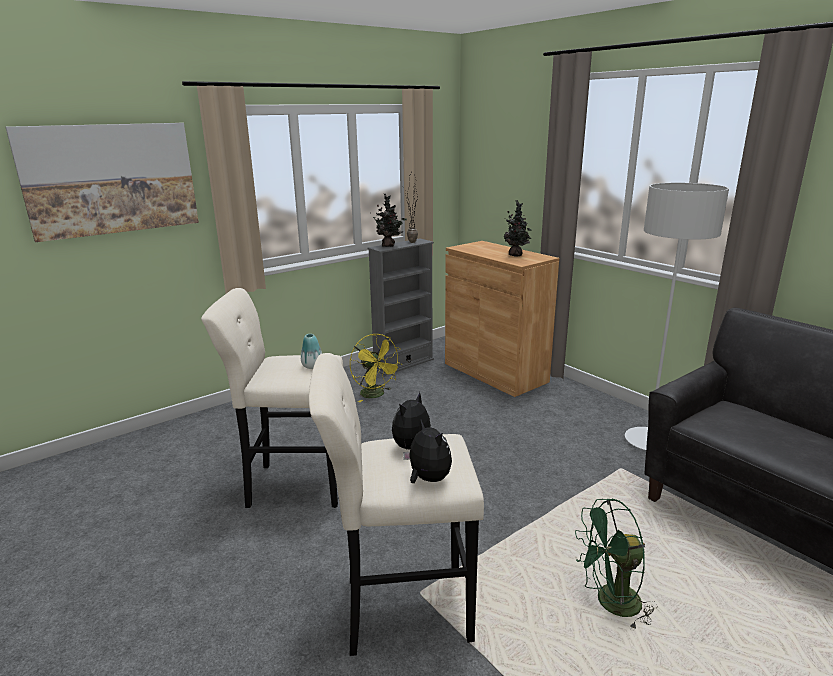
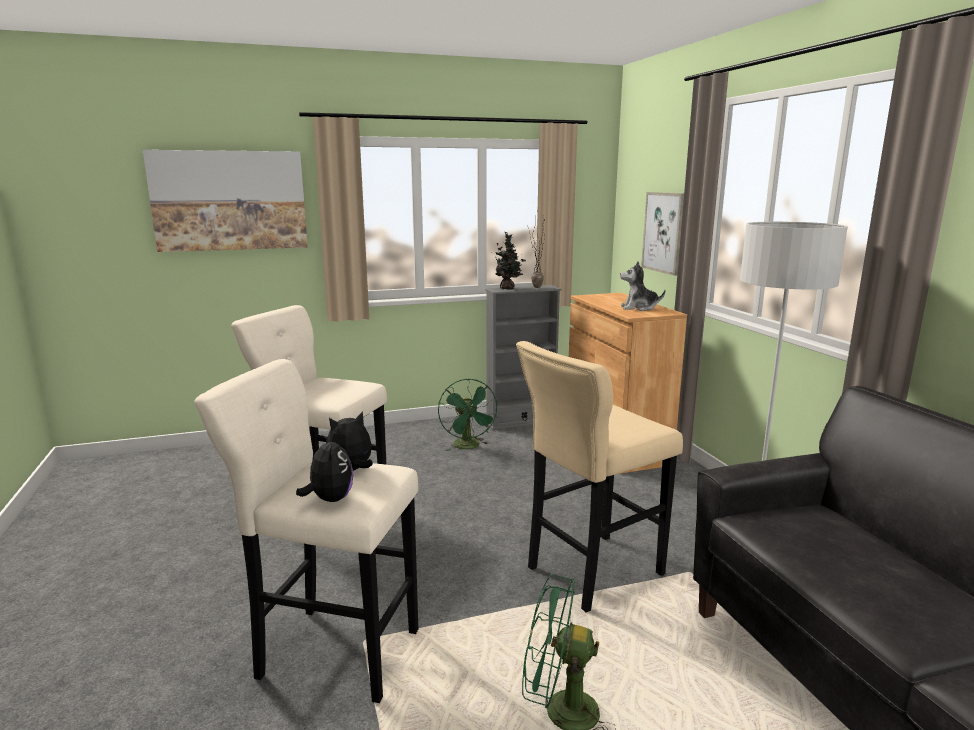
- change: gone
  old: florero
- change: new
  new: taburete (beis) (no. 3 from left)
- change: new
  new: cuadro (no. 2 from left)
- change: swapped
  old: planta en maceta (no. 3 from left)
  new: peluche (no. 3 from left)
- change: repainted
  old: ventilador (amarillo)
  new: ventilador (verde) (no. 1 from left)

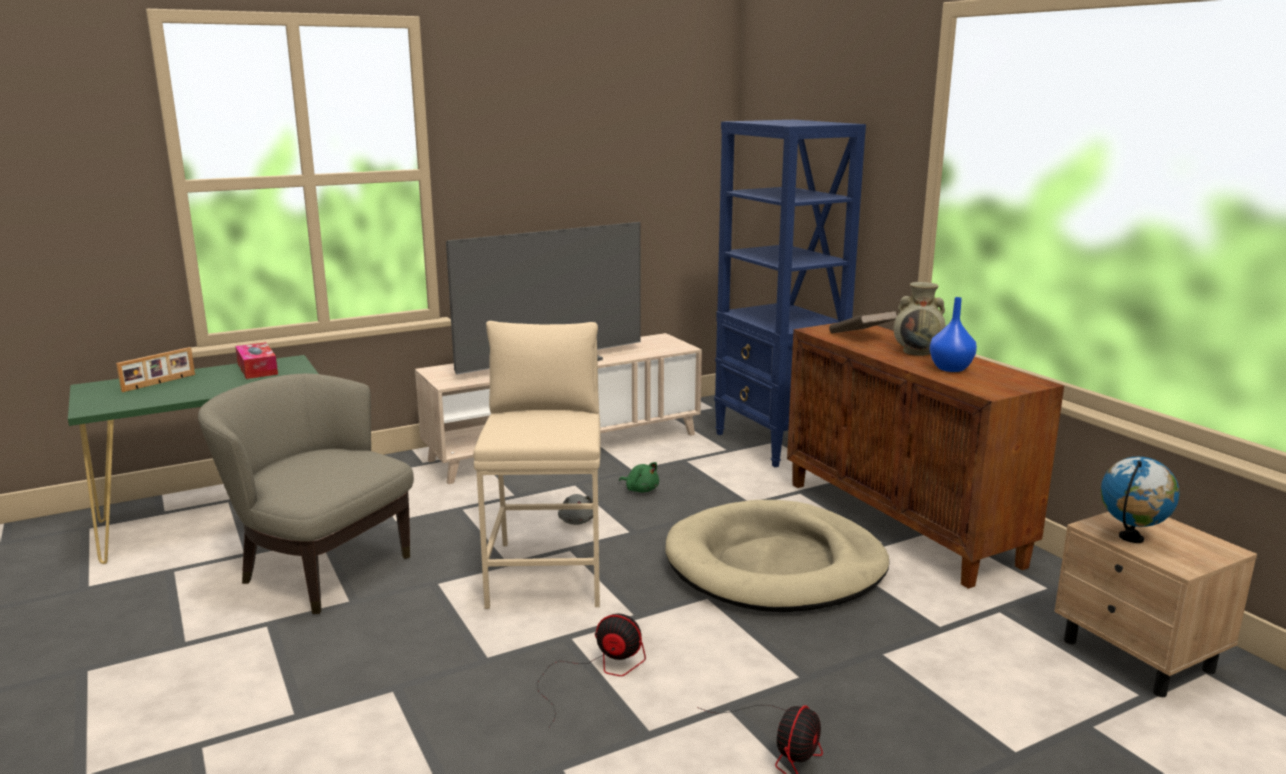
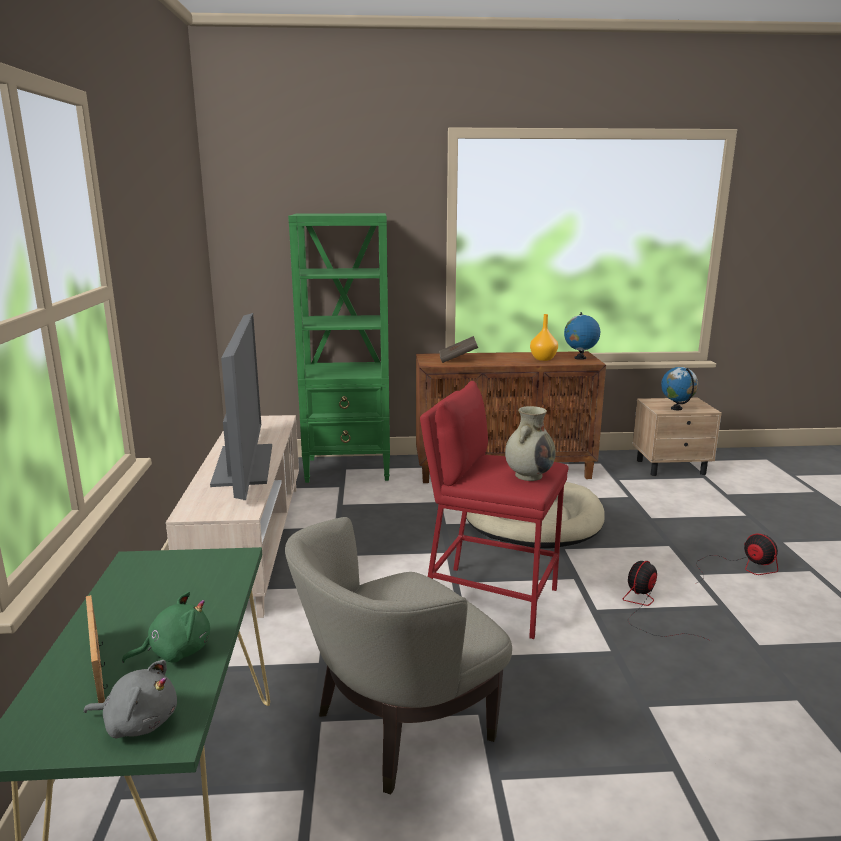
- change: gone
  old: caja de pañuelos
- change: new
  new: globo terráqueo (no. 1 from left)
- change: shifted
  old: peluche (gris)
- change: shifted
  old: peluche (verde)
- change: shifted
  old: florero (beis)
- change: repainted
  old: taburete (beis)
  new: taburete (rojo)
- change: repainted
  old: estantería (azul)
  new: estantería (verde)
- change: repainted
  old: florero (azul)
  new: florero (naranja)

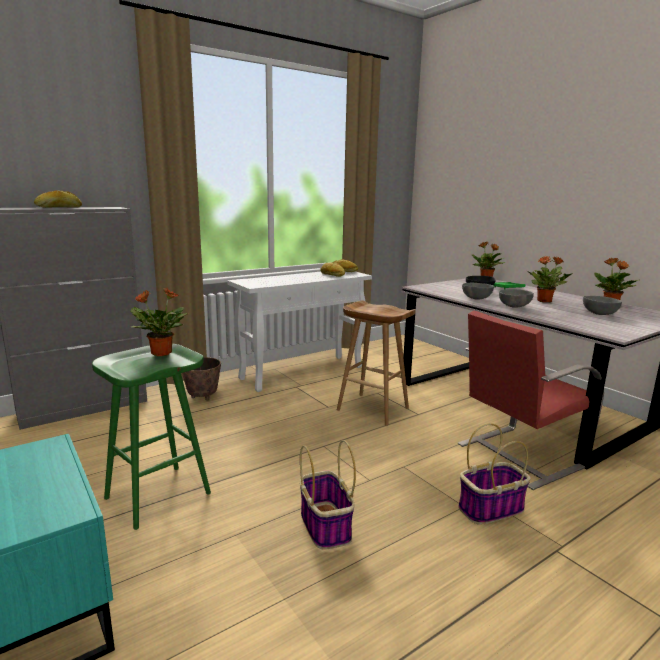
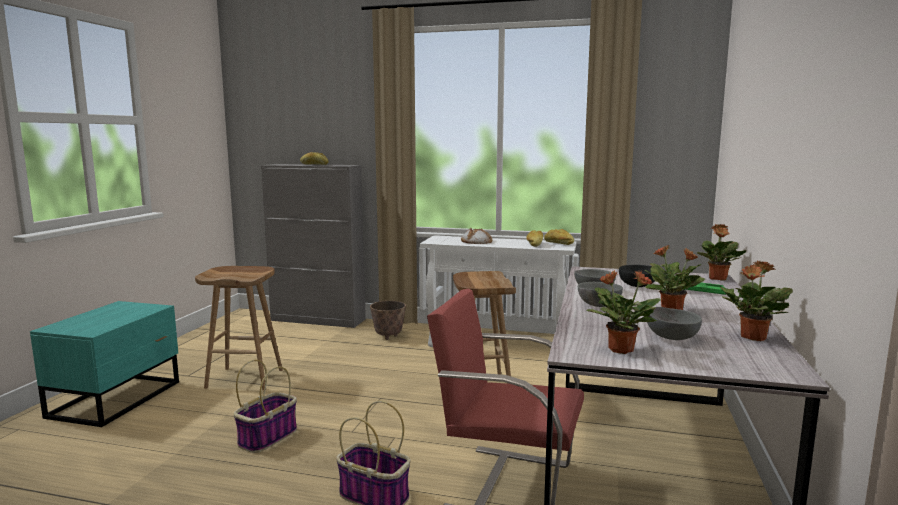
- change: new
  new: pan (no. 2 from left)
- change: shifted
  old: planta en maceta (no. 1 from left)
- change: repainted
  old: taburete (verde)
  new: taburete (marrón) (no. 1 from left)

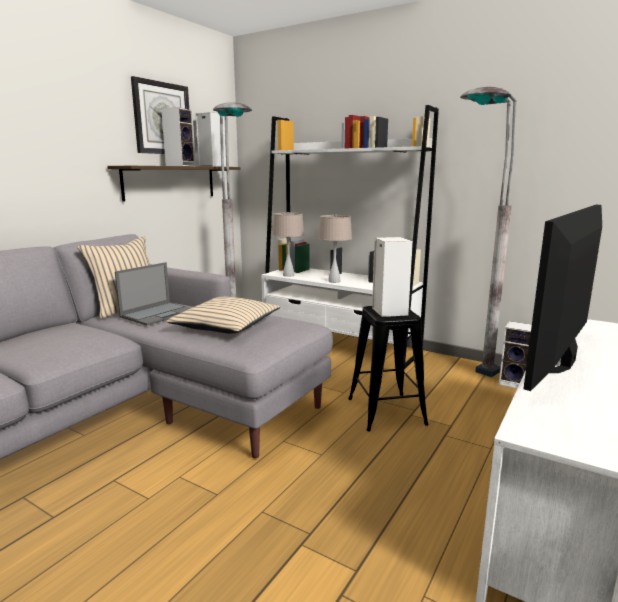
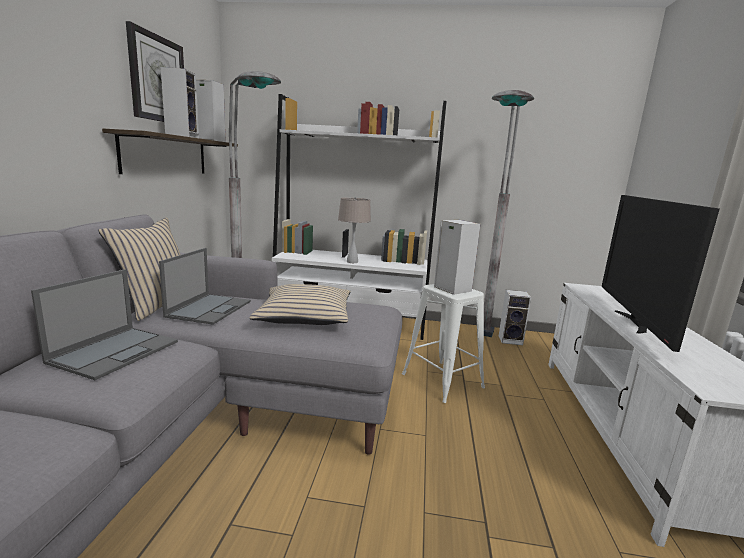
- change: gone
  old: lámpara de mesa (beis) (no. 1 from left)
- change: new
  new: portátil (no. 1 from left)
- change: repainted
  old: taburete (negro)
  new: taburete (blanco)

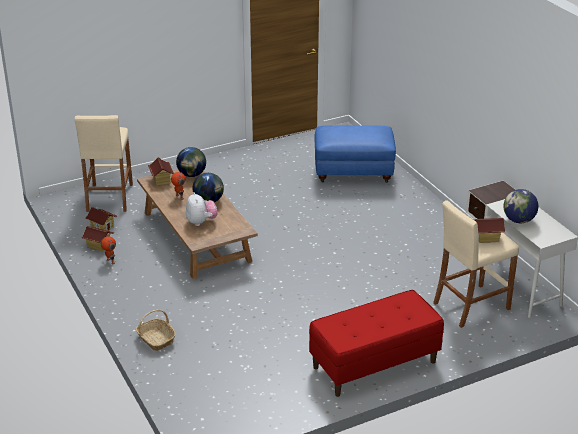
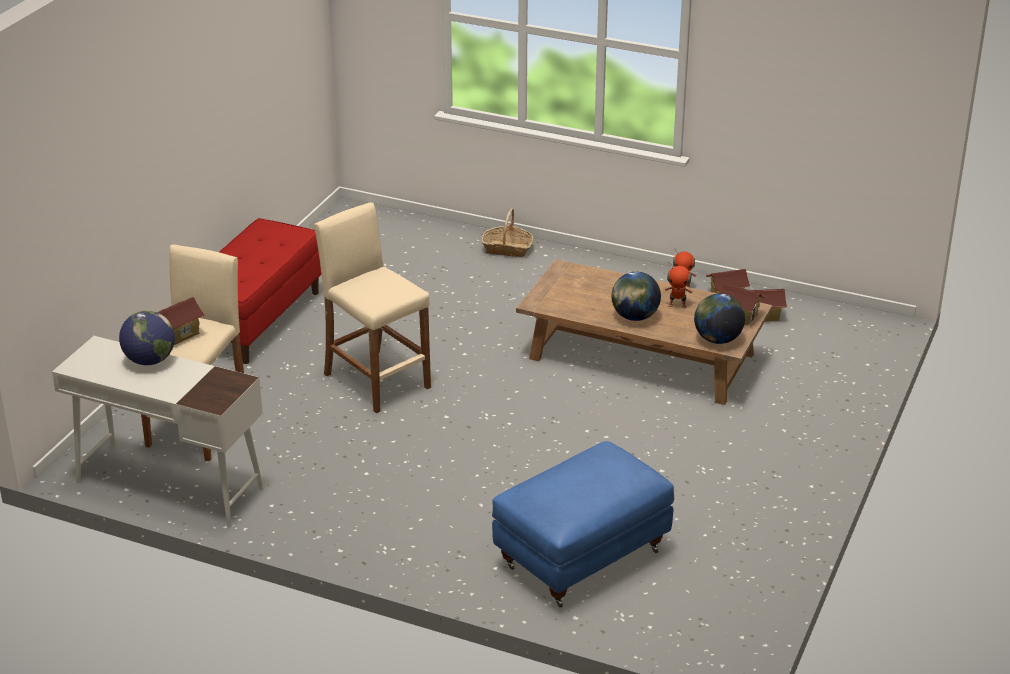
- change: gone
  old: peluche
- change: shifted
  old: taburete (beis) (no. 1 from left in the first image)
  new: taburete (beis) (no. 2 from left)

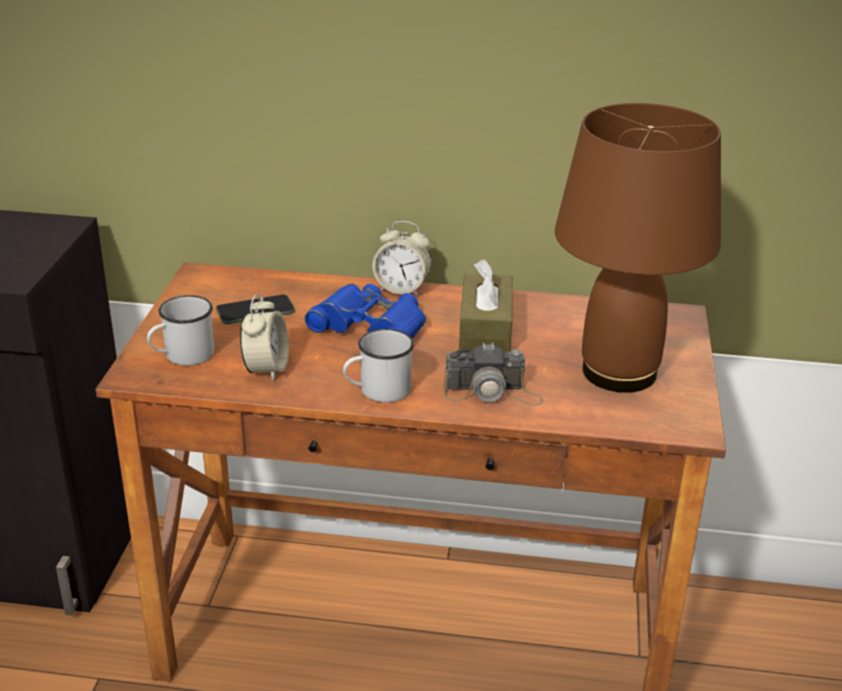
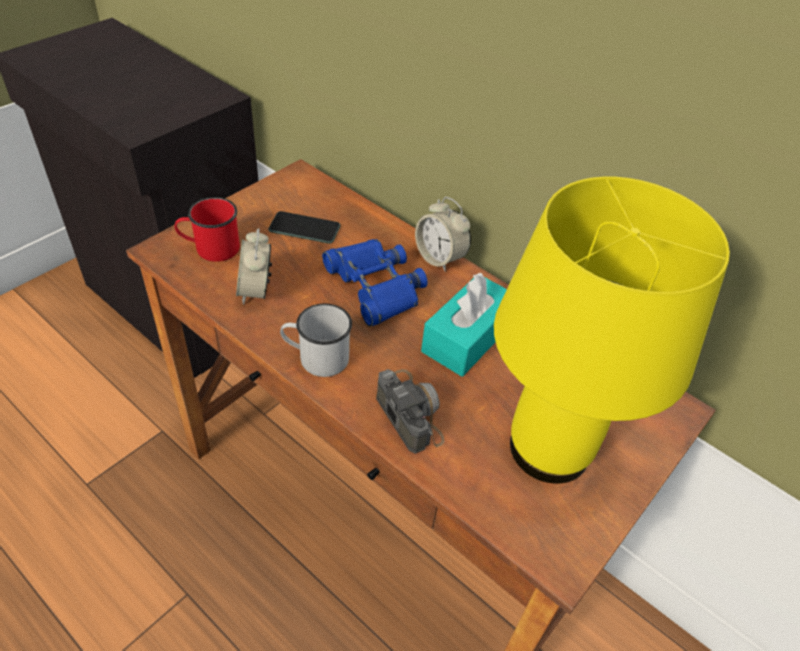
- change: repainted
  old: taza grande (blanco) (no. 1 from left)
  new: taza grande (rojo)
- change: repainted
  old: caja de pañuelos (marrón)
  new: caja de pañuelos (turquesa)
- change: repainted
  old: lámpara de mesa (marrón)
  new: lámpara de mesa (amarillo)
- change: rotated
  old: despertador (no. 1 from left)
  degrees: 135
- change: rotated
  old: cámara
  degrees: -150

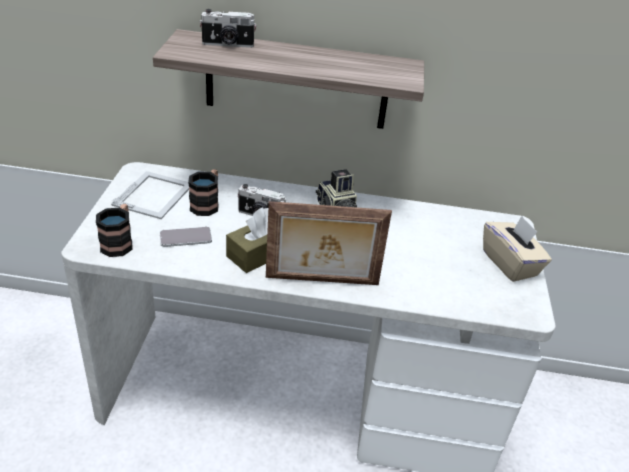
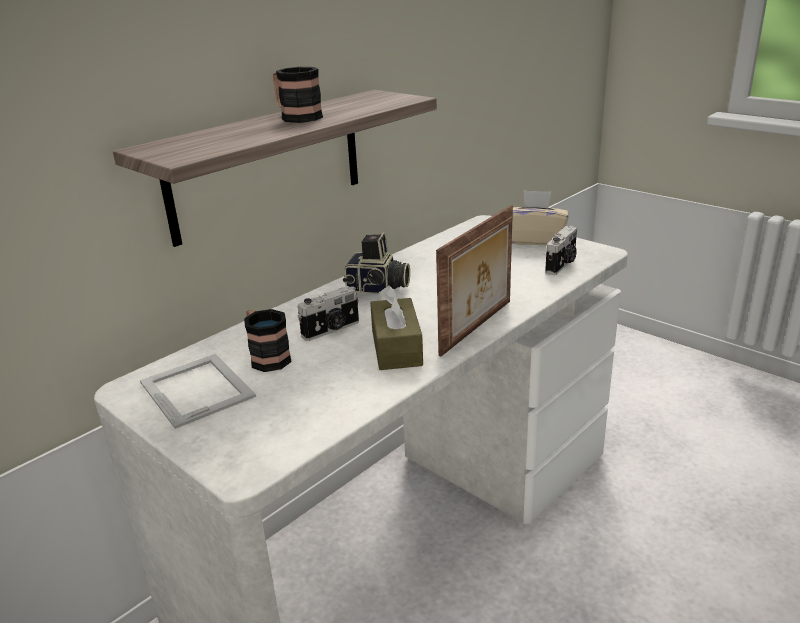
- change: gone
  old: móvil
- change: shifted
  old: taza grande (no. 1 from left in the first image)
  new: taza grande (no. 2 from left)
- change: shifted
  old: cámara (no. 1 from left in the first image)
  new: cámara (no. 3 from left)

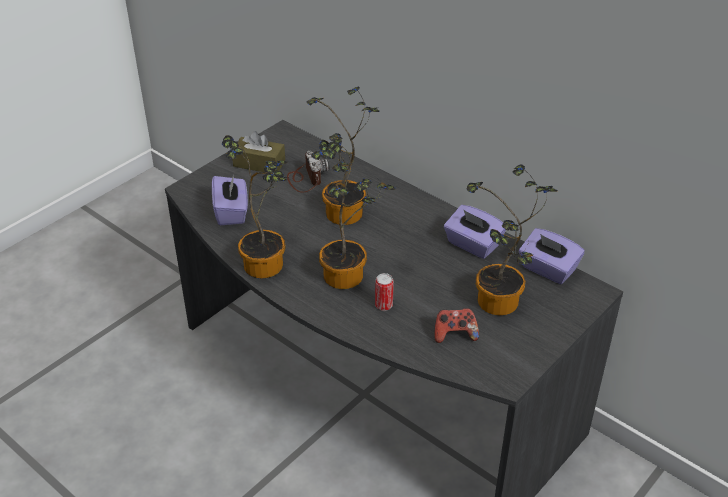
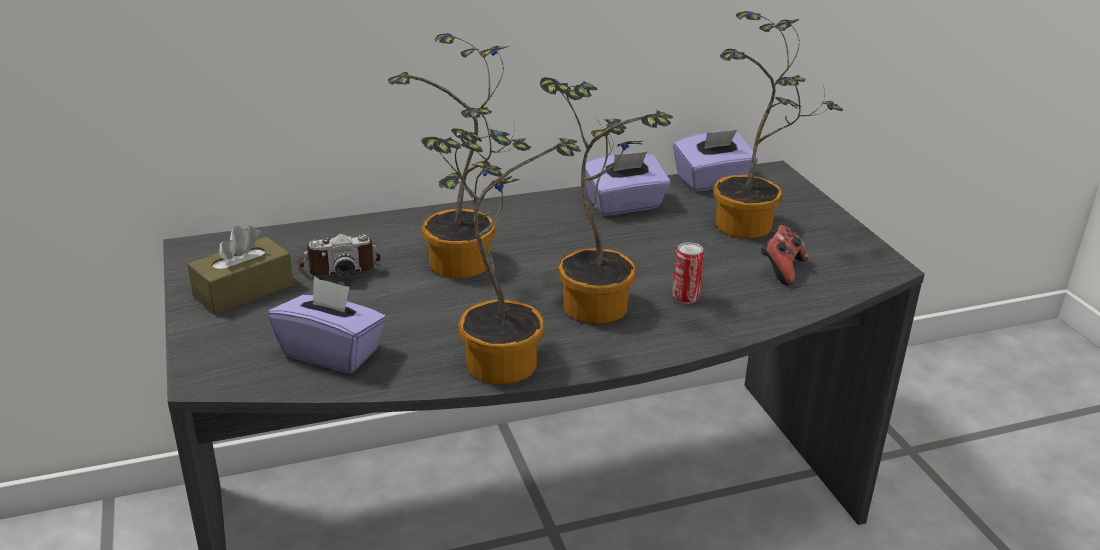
- change: rotated
  old: cámara
  degrees: 150

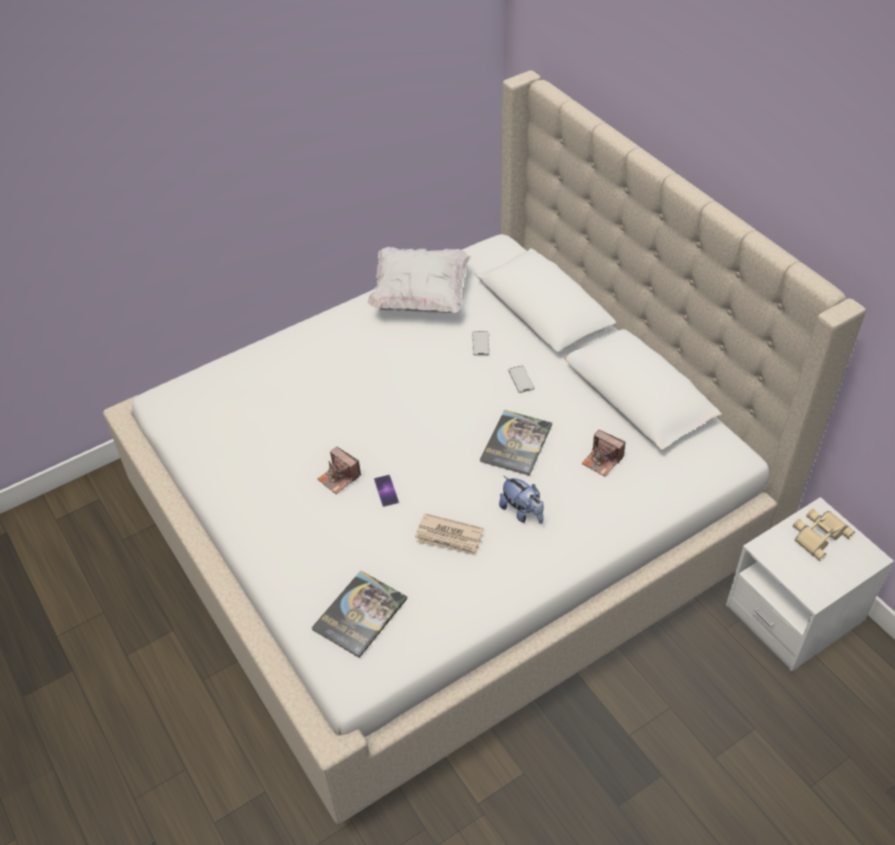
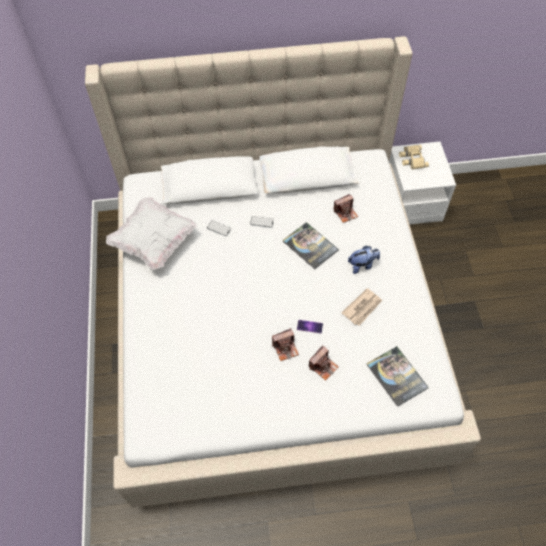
- change: new
  new: cámara (no. 2 from left)

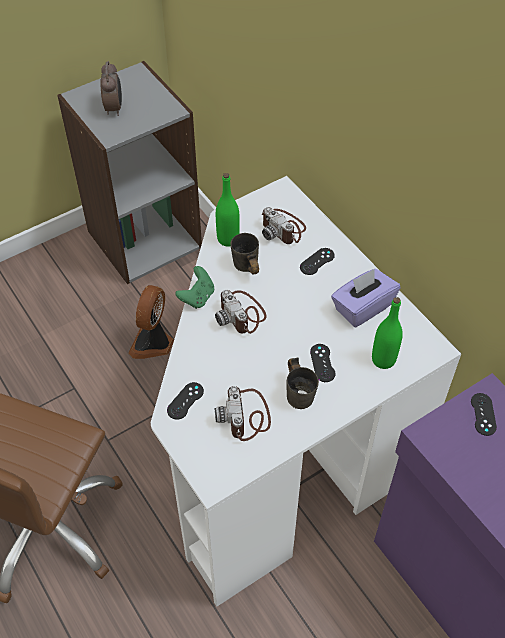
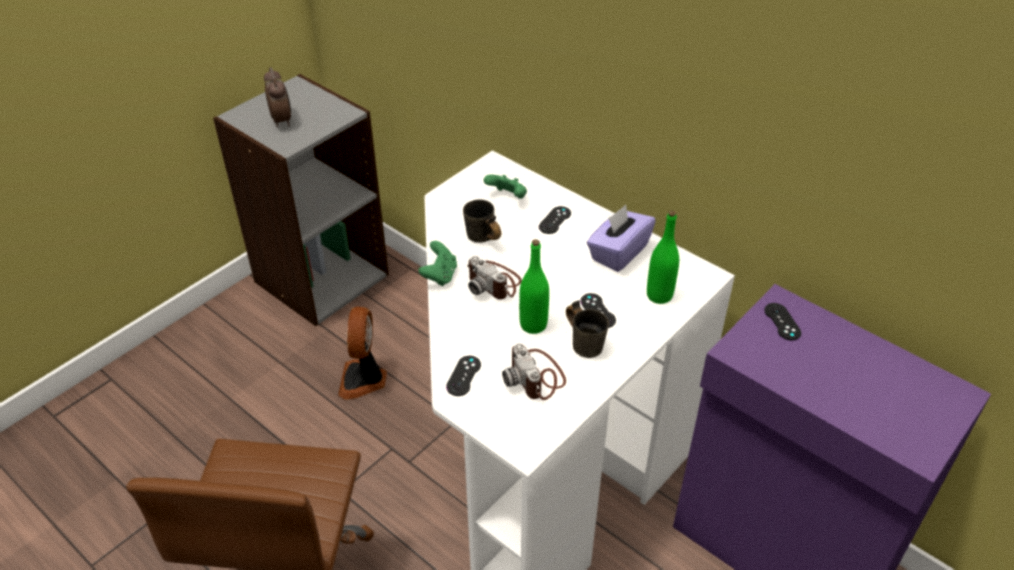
- change: shifted
  old: botella (verde) (no. 1 from left)
- change: swapped
  old: cámara (no. 3 from left)
  new: mando de consola (verde) (no. 2 from left)

